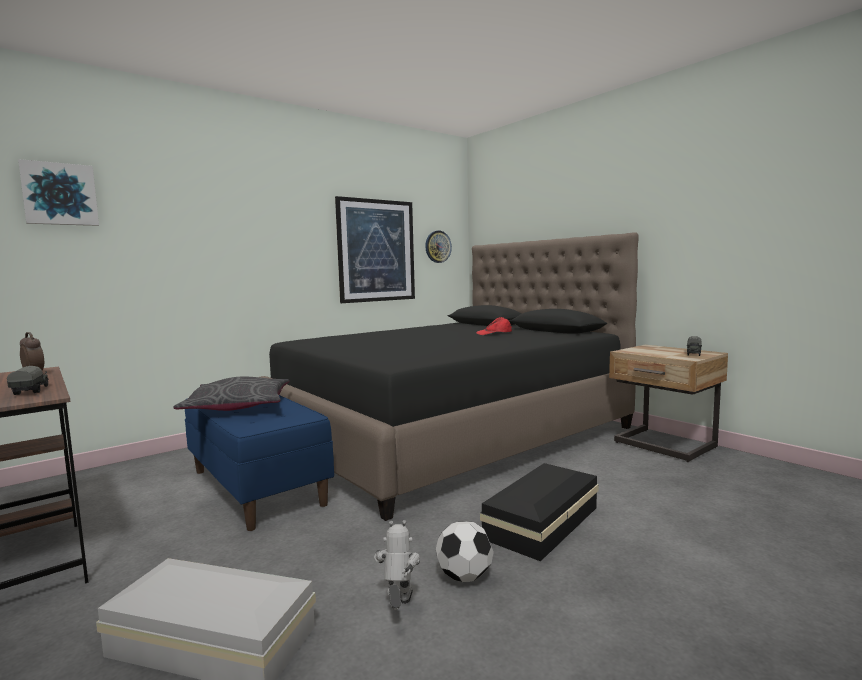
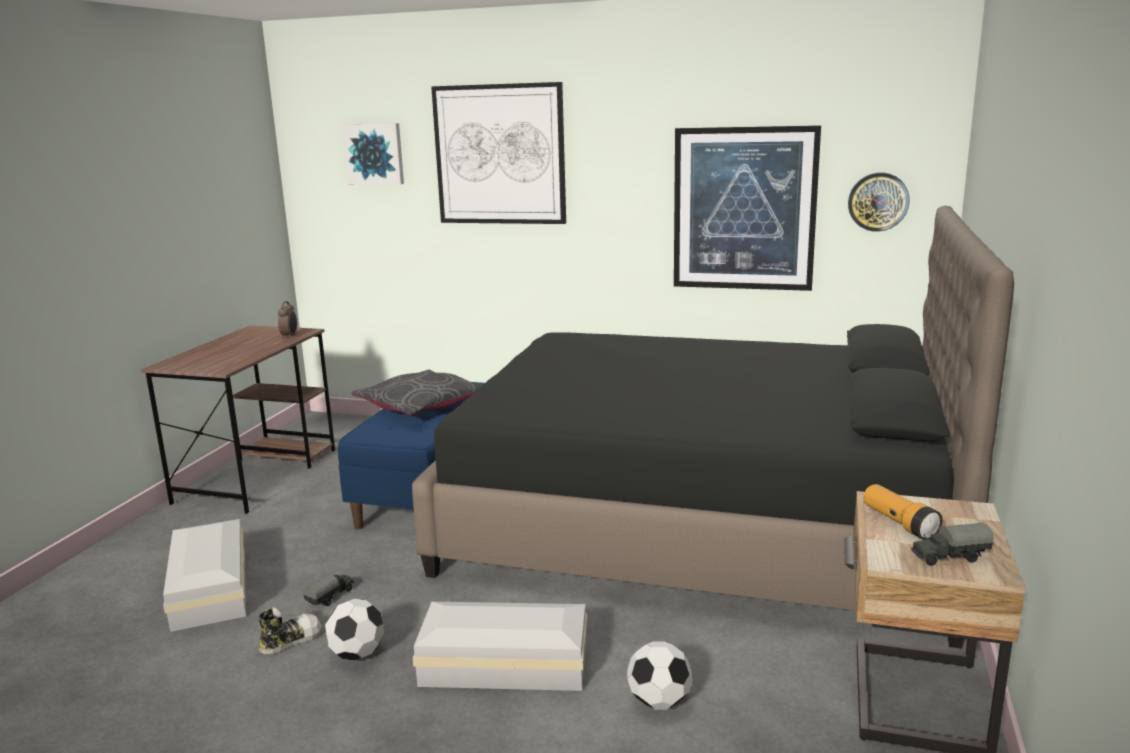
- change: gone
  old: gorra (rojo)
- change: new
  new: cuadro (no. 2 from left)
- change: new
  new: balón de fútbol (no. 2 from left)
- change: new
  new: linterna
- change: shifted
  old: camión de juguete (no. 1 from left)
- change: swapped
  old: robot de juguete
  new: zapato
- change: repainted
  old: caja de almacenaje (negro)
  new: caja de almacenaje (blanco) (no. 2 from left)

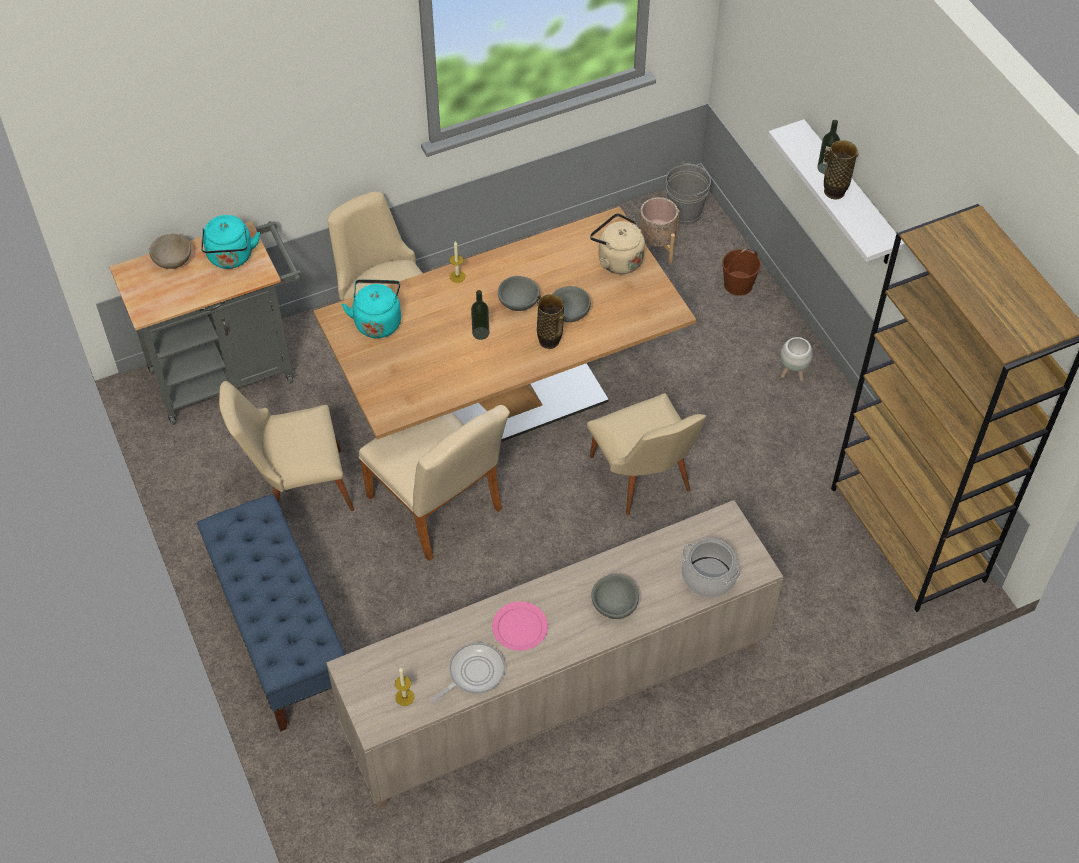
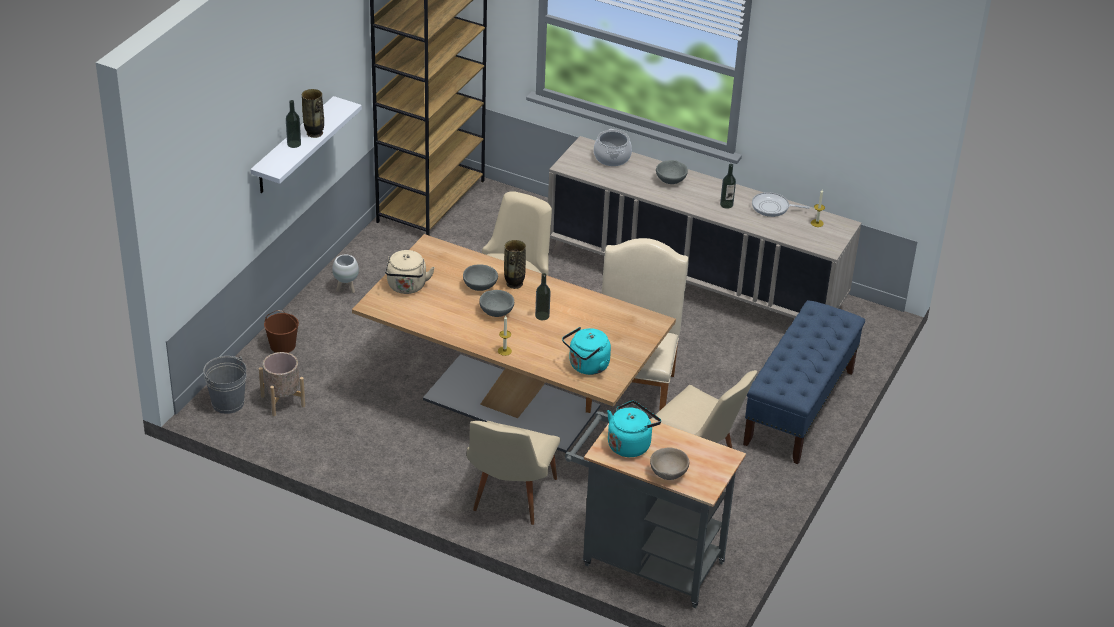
- change: swapped
  old: plato (rosa)
  new: botella (no. 3 from left)

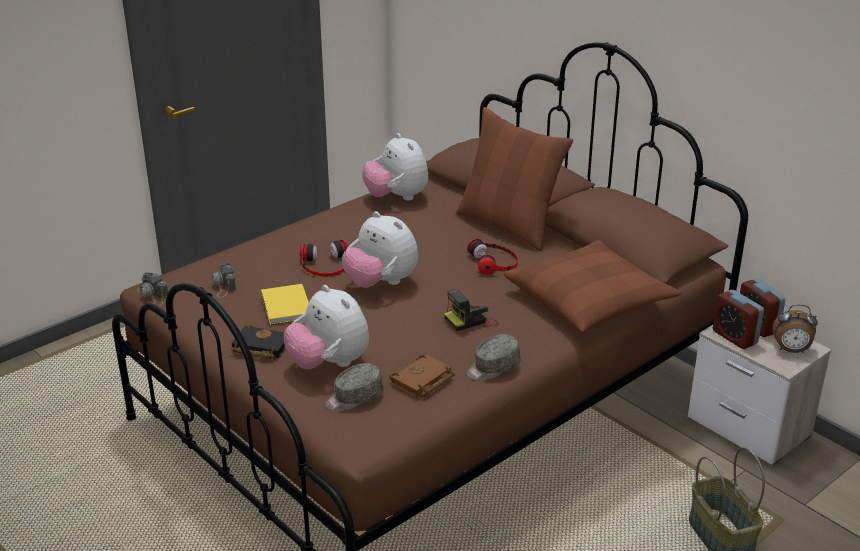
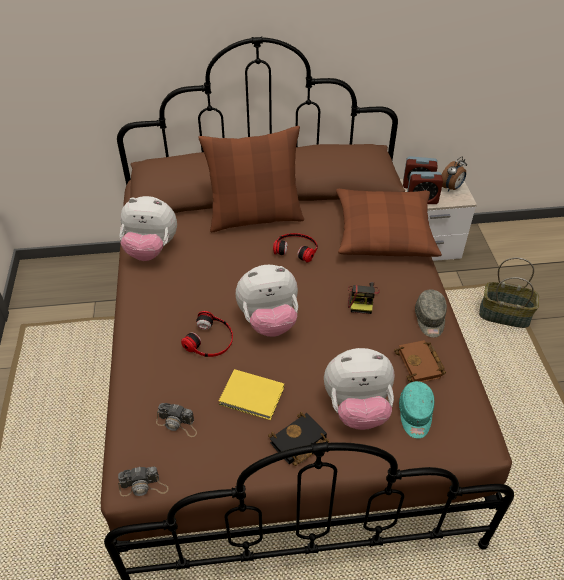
- change: repainted
  old: gorra (gris) (no. 1 from left)
  new: gorra (turquesa)

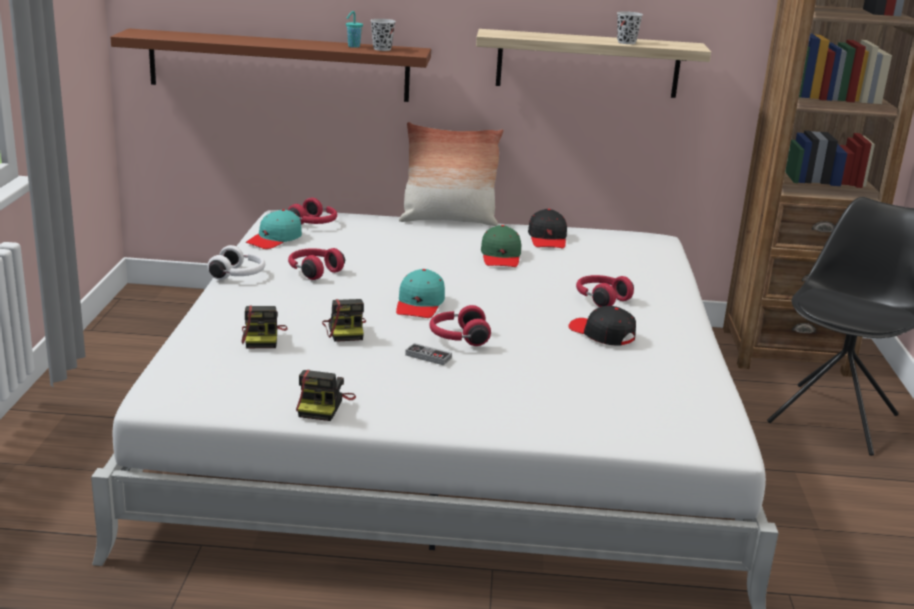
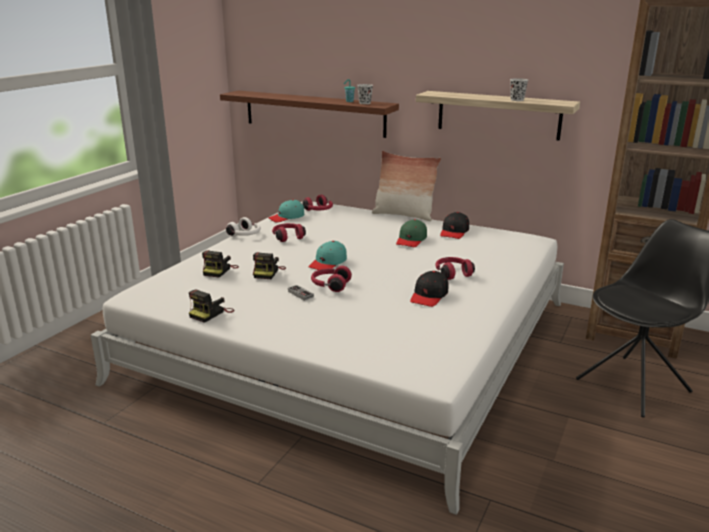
- change: rotated
  old: gorra (negro) (no. 2 from left in the first image)
  degrees: -135

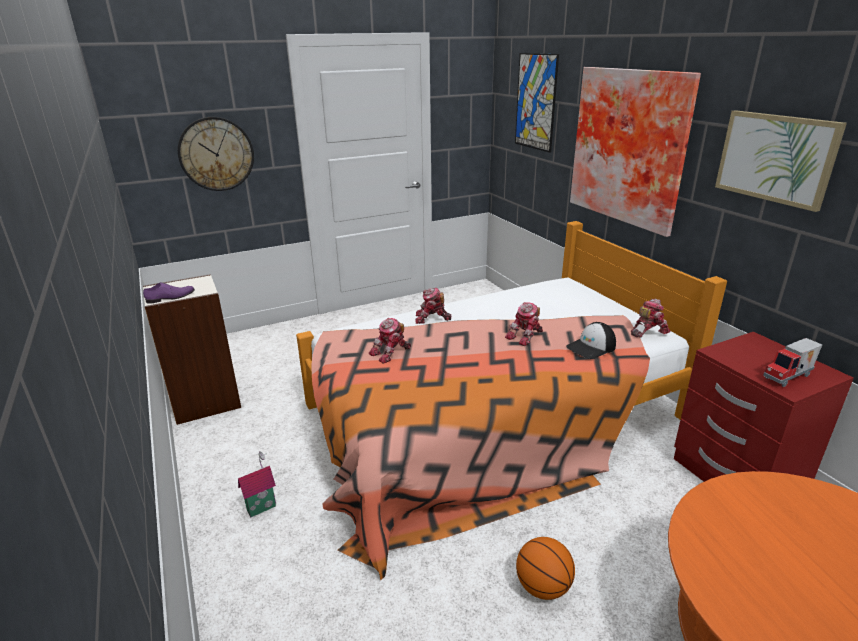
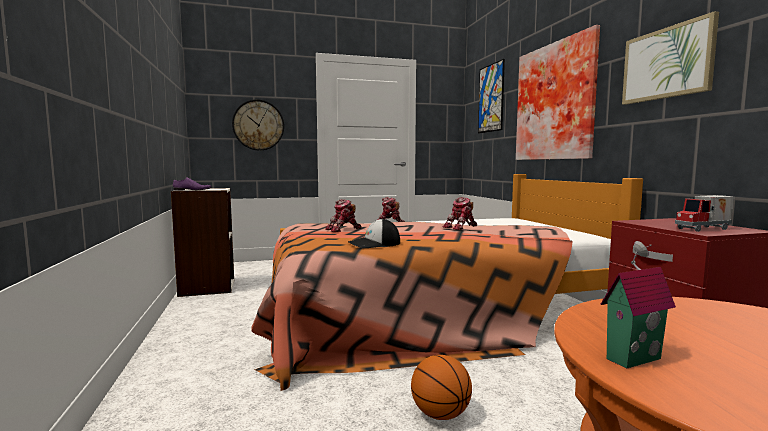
- change: gone
  old: robot de juguete (no. 4 from left)
- change: shifted
  old: casita
- change: shifted
  old: gorra

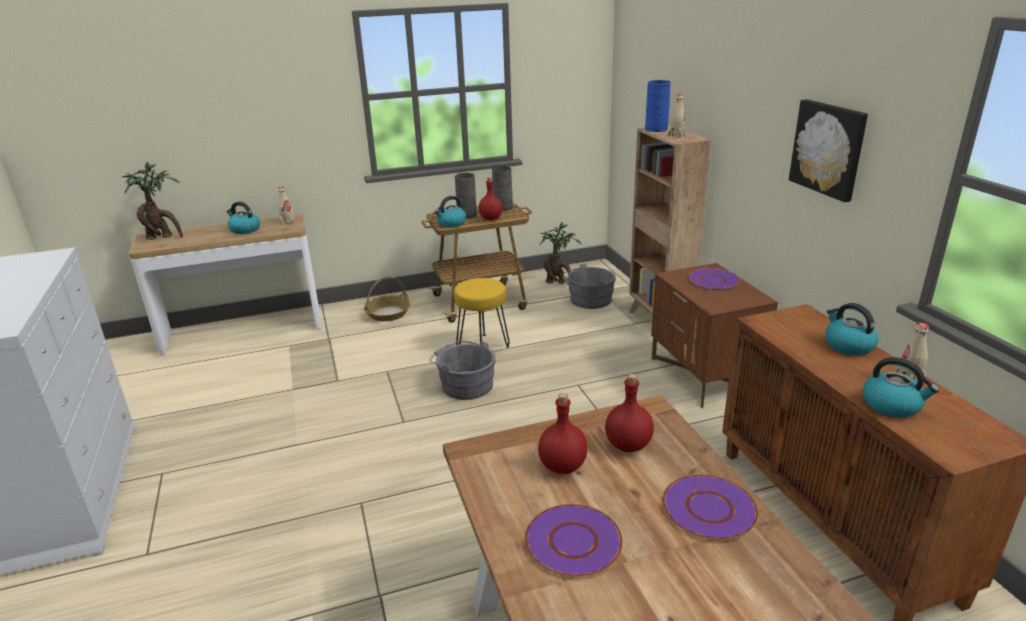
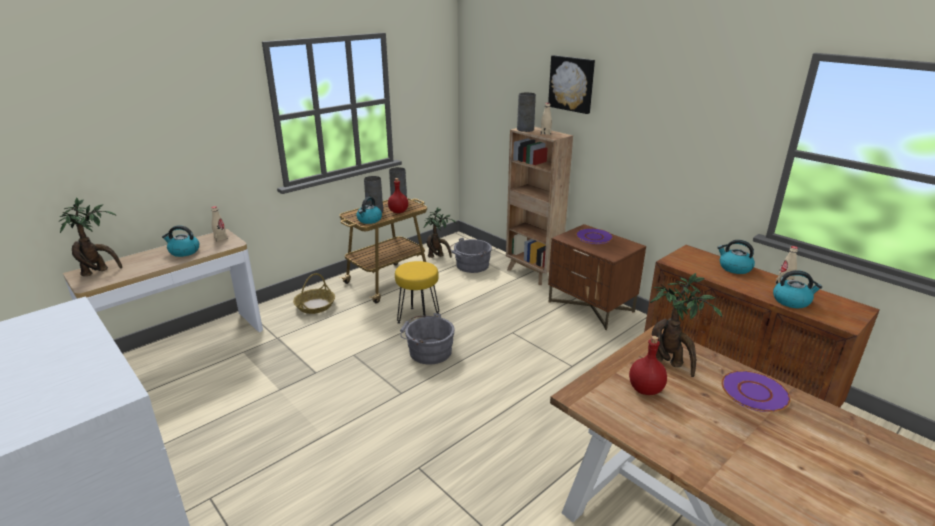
- change: gone
  old: plato (morado) (no. 1 from left)
- change: shifted
  old: cuadro
- change: swapped
  old: botella (rojo) (no. 3 from left)
  new: planta en maceta (no. 3 from left)
- change: repainted
  old: florero (azul)
  new: florero (gris) (no. 3 from left)

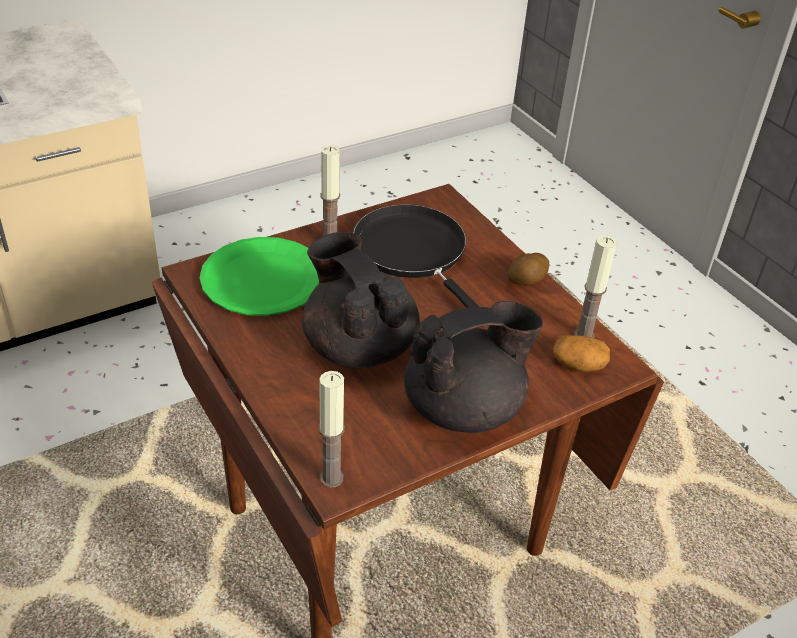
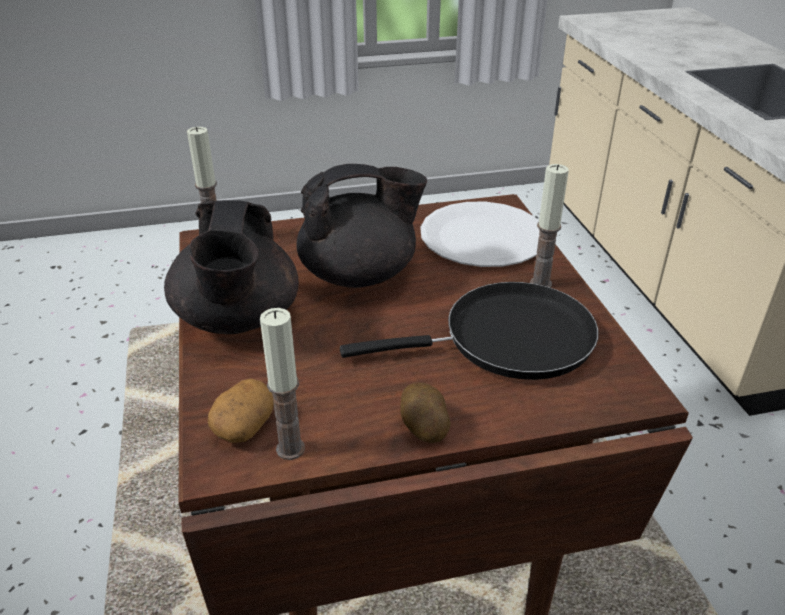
- change: repainted
  old: plato (verde)
  new: plato (blanco)

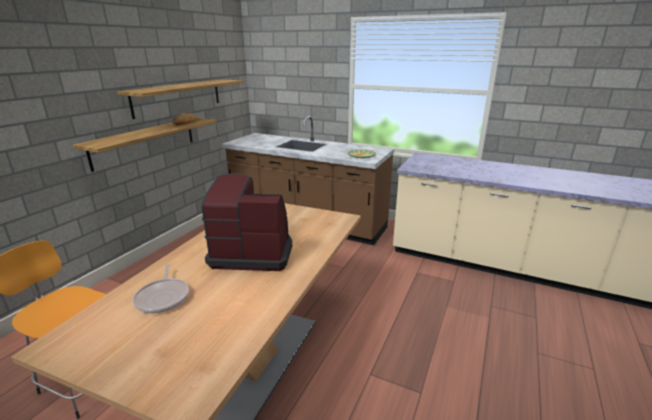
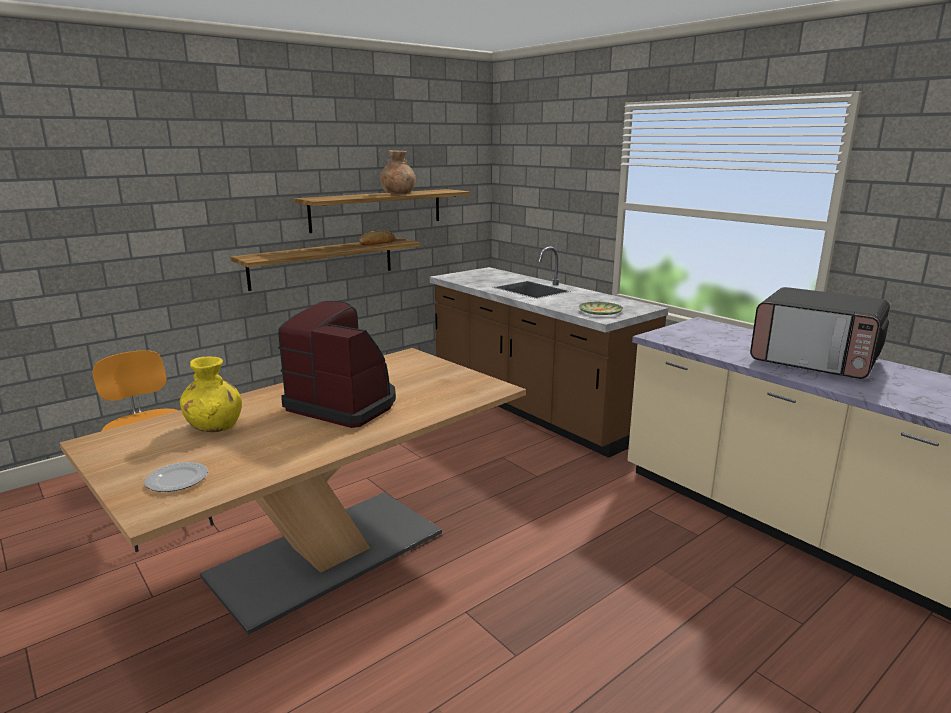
- change: new
  new: plato (no. 1 from left)
- change: new
  new: florero (marrón)
- change: new
  new: microondas
- change: swapped
  old: sartén
  new: florero (amarillo)

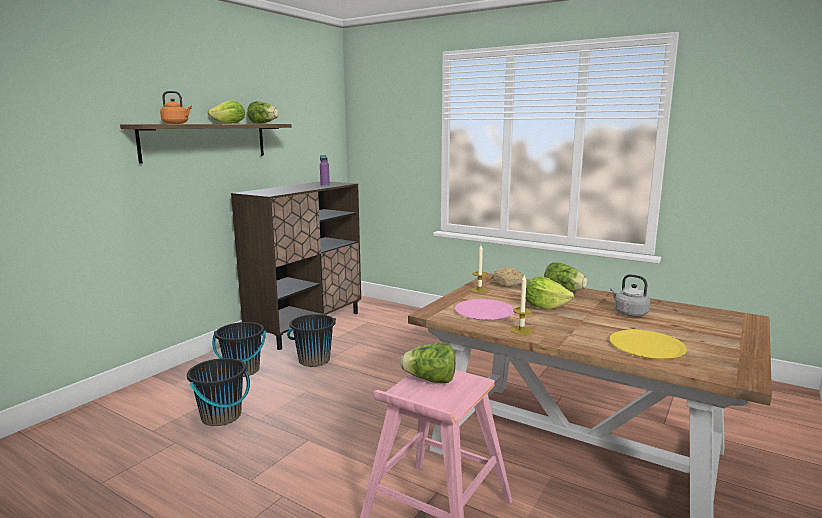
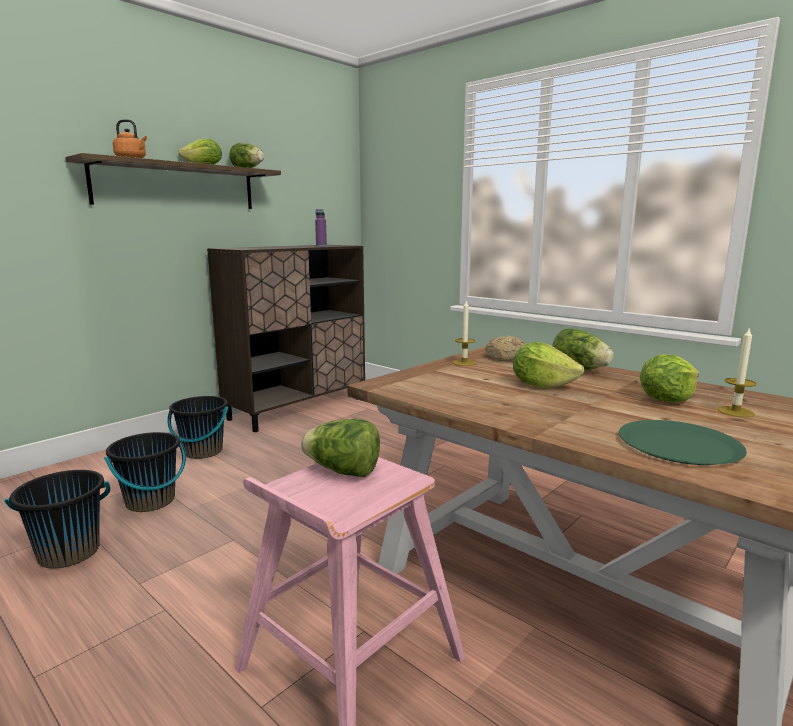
- change: gone
  old: plato (rosa)
- change: shifted
  old: cubo (negro) (no. 3 from left in the first image)
  new: cubo (negro) (no. 1 from left)
- change: shifted
  old: vela (no. 2 from left)
- change: swapped
  old: hervidor (gris)
  new: lechuga (no. 6 from left)
- change: repainted
  old: plato (amarillo)
  new: plato (verde)

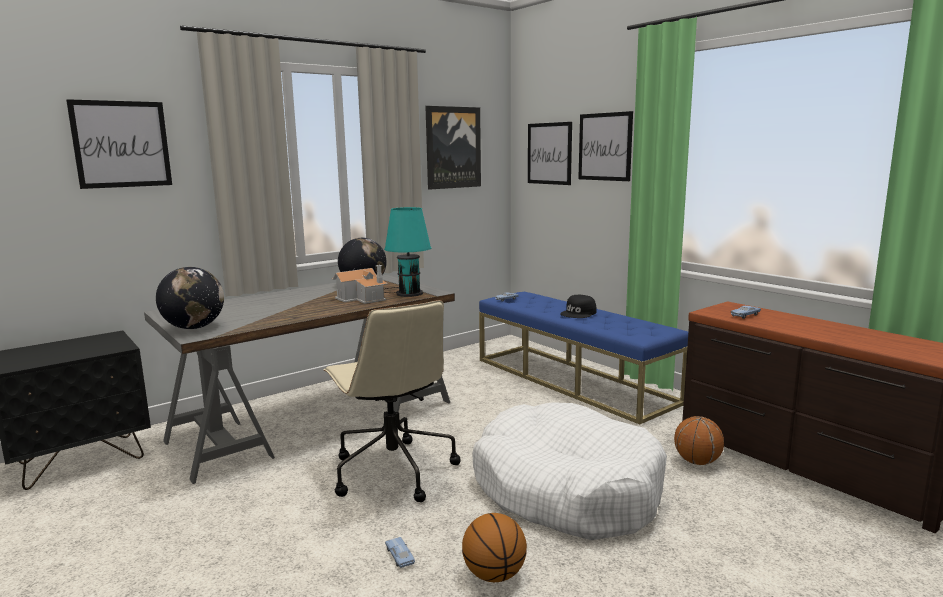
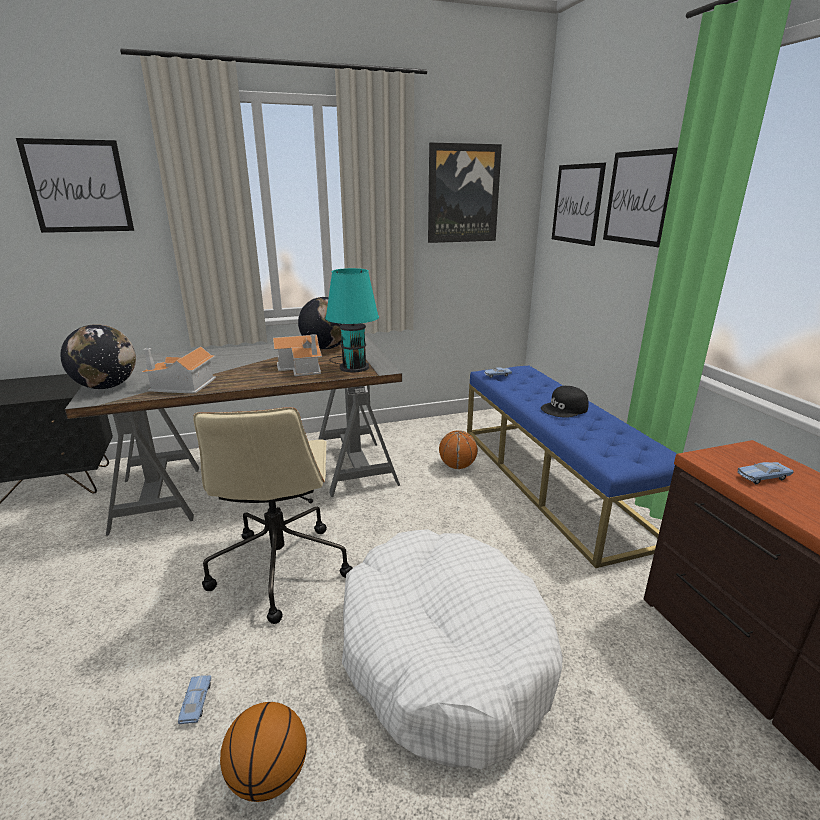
- change: new
  new: casita (no. 1 from left)
- change: shifted
  old: balón de baloncesto (no. 2 from left)

